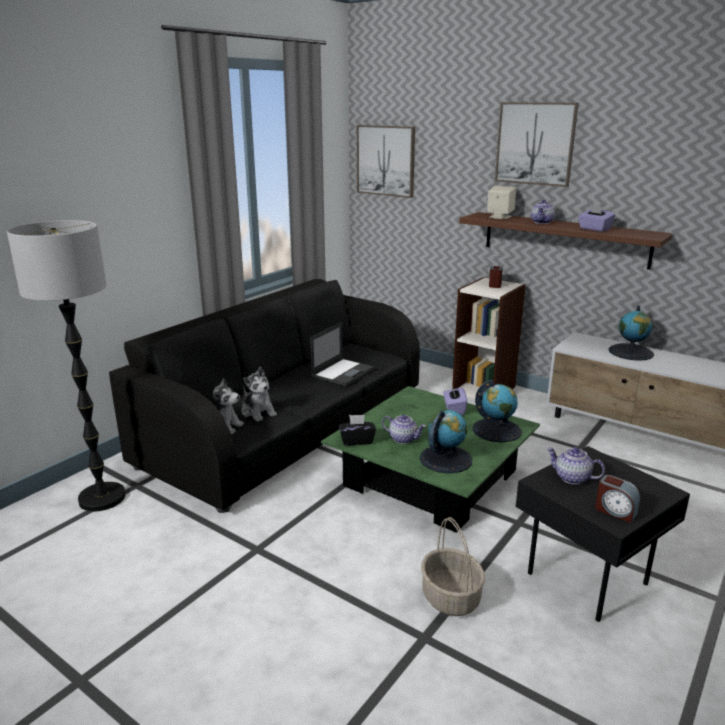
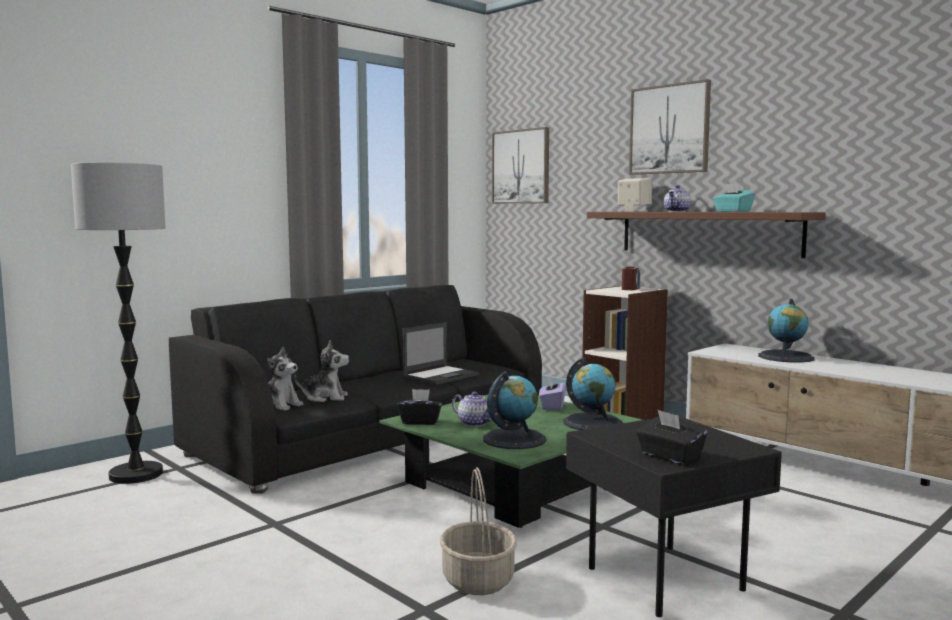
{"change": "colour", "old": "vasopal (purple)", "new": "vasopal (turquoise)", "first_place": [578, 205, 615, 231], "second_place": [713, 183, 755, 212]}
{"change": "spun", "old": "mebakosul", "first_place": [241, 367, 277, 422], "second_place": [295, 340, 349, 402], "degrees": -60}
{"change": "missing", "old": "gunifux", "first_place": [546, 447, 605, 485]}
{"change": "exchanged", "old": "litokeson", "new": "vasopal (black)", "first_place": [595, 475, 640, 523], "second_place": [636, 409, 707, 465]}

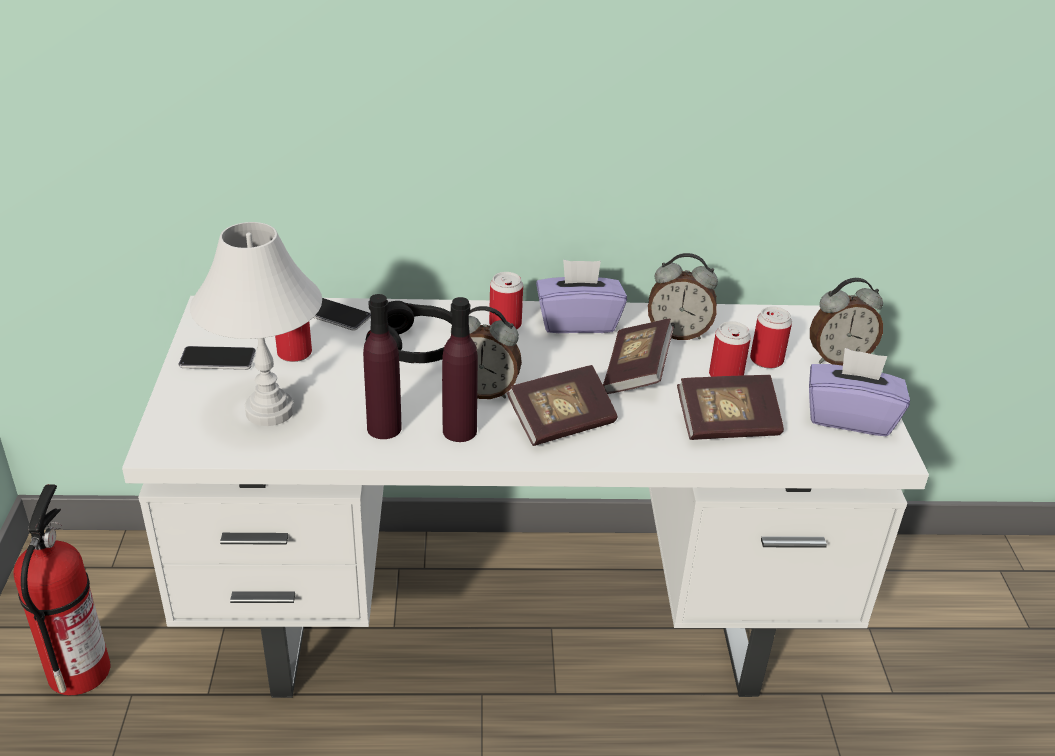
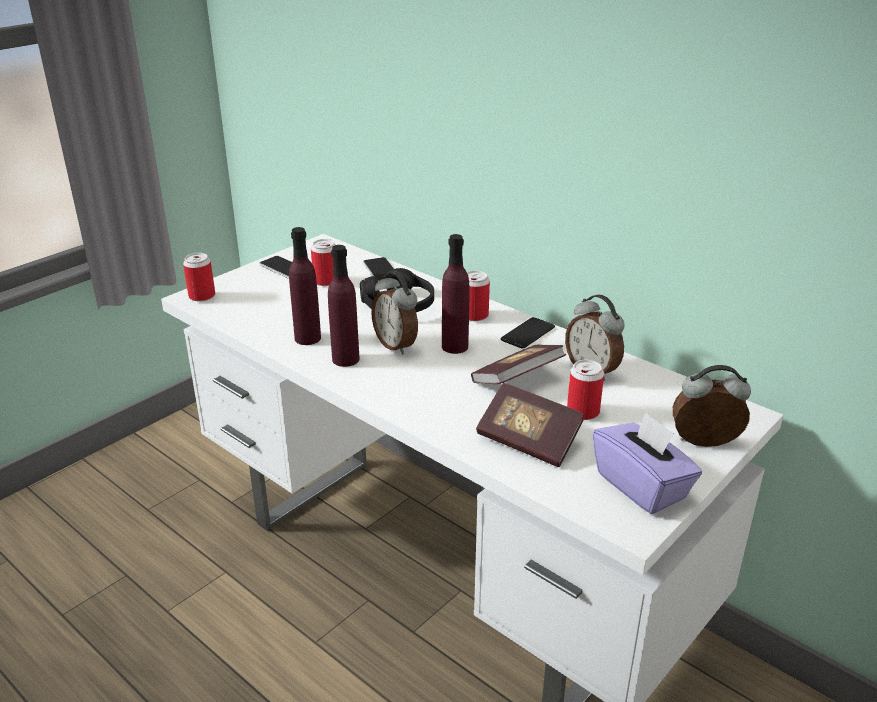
{"change": "missing", "old": "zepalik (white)", "first_place": [190, 222, 322, 426]}
{"change": "exchanged", "old": "vasopal (purple)", "new": "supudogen", "first_place": [536, 260, 627, 333], "second_place": [501, 317, 555, 348]}
{"change": "spun", "old": "litokeson", "first_place": [810, 278, 883, 365], "second_place": [673, 365, 751, 447], "degrees": 150}
{"change": "relocated", "old": "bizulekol", "first_place": [750, 306, 792, 369], "second_place": [183, 253, 215, 302]}
{"change": "missing", "old": "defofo", "first_place": [507, 365, 618, 446]}
{"change": "missing", "old": "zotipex", "first_place": [14, 484, 110, 695]}
{"change": "appeared", "new": "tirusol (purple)", "second_place": [442, 234, 469, 354]}

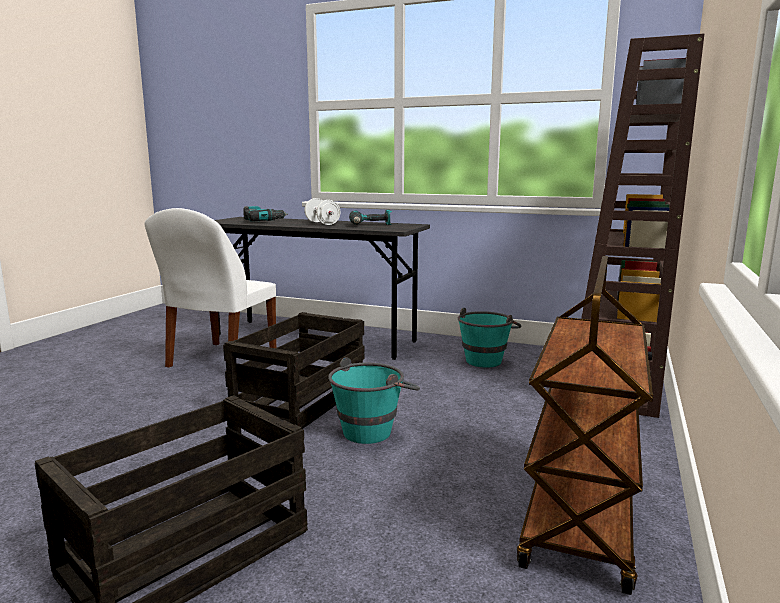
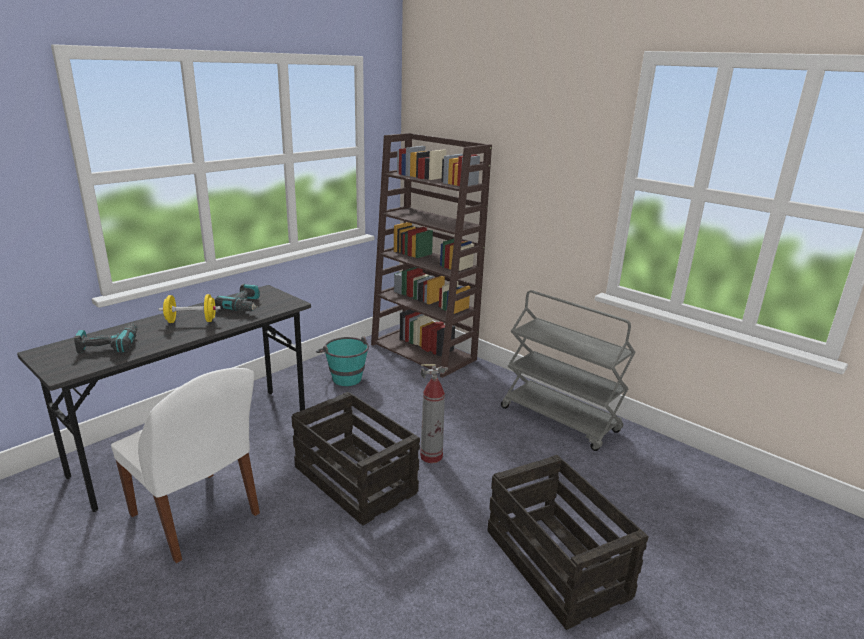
{"change": "colour", "old": "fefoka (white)", "new": "fefoka (yellow)", "first_place": [305, 198, 340, 225], "second_place": [158, 294, 221, 323]}
{"change": "colour", "old": "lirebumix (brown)", "new": "lirebumix (grey)", "first_place": [517, 256, 653, 595], "second_place": [501, 290, 635, 451]}
{"change": "exchanged", "old": "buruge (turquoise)", "new": "zotipex", "first_place": [328, 357, 420, 444], "second_place": [420, 364, 448, 463]}

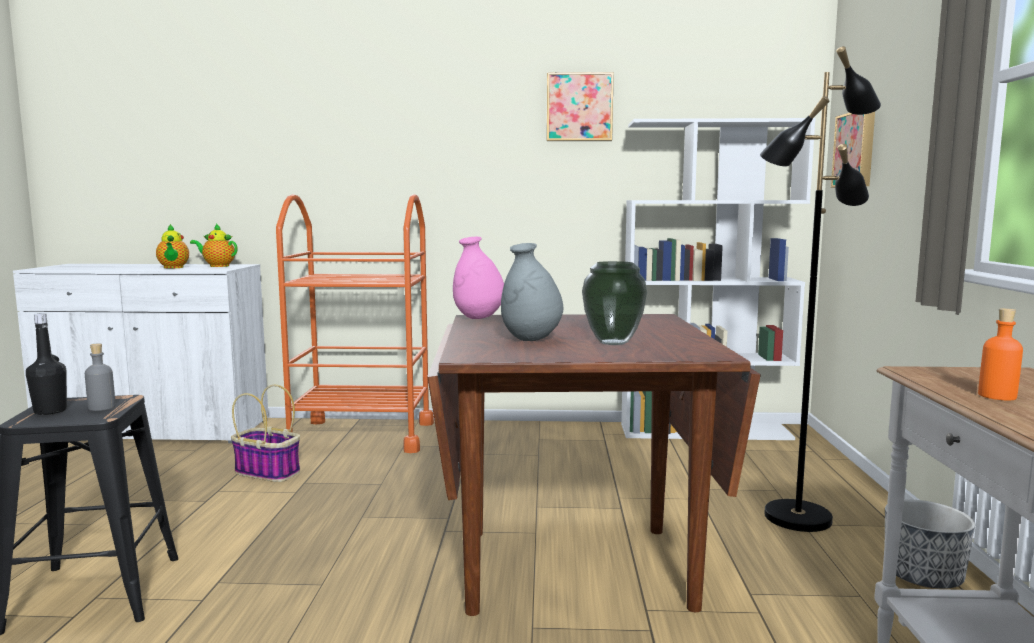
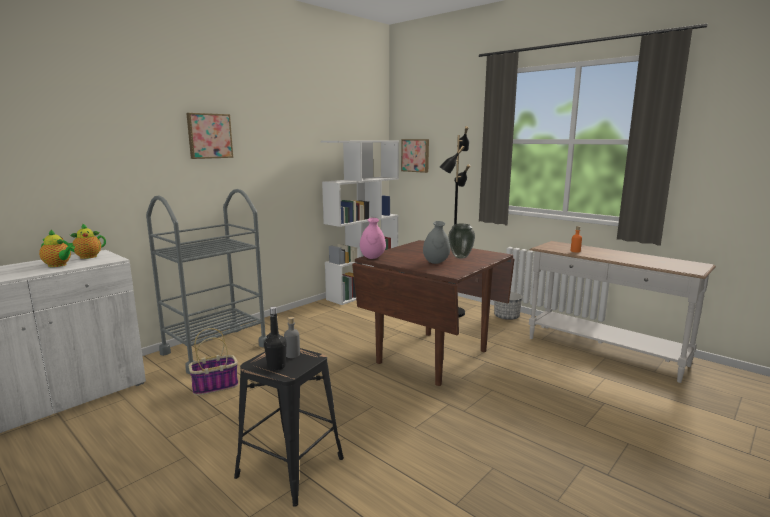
{"change": "relocated", "old": "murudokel", "first_place": [547, 72, 614, 141], "second_place": [186, 113, 233, 159]}
{"change": "colour", "old": "lirebumix (orange)", "new": "lirebumix (grey)", "first_place": [276, 194, 434, 453], "second_place": [146, 189, 267, 374]}

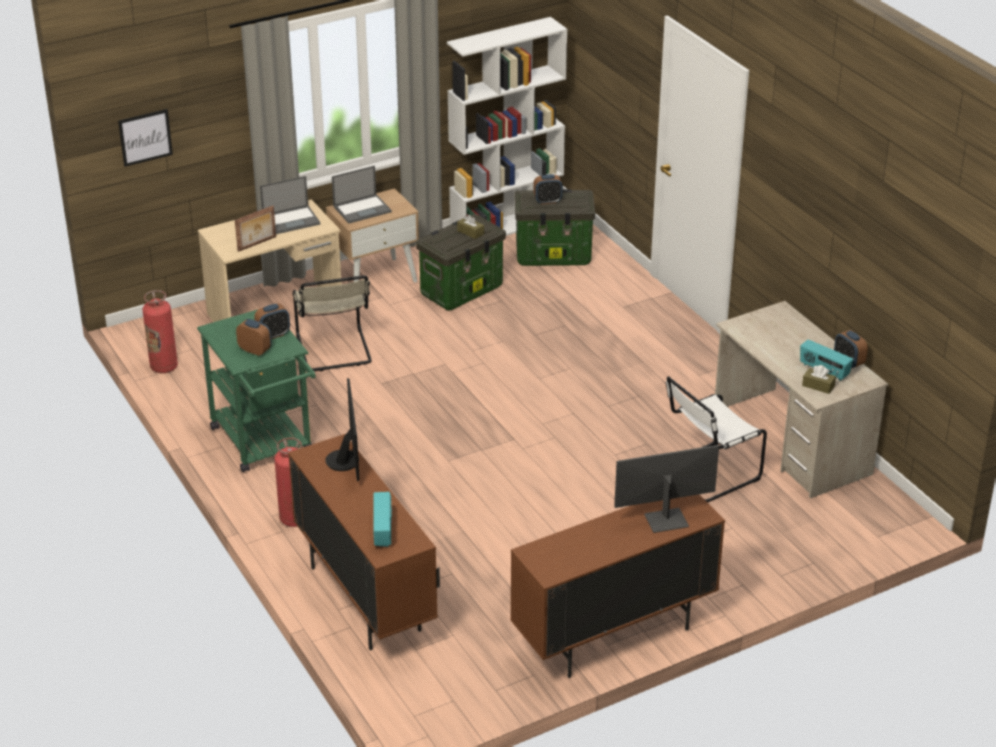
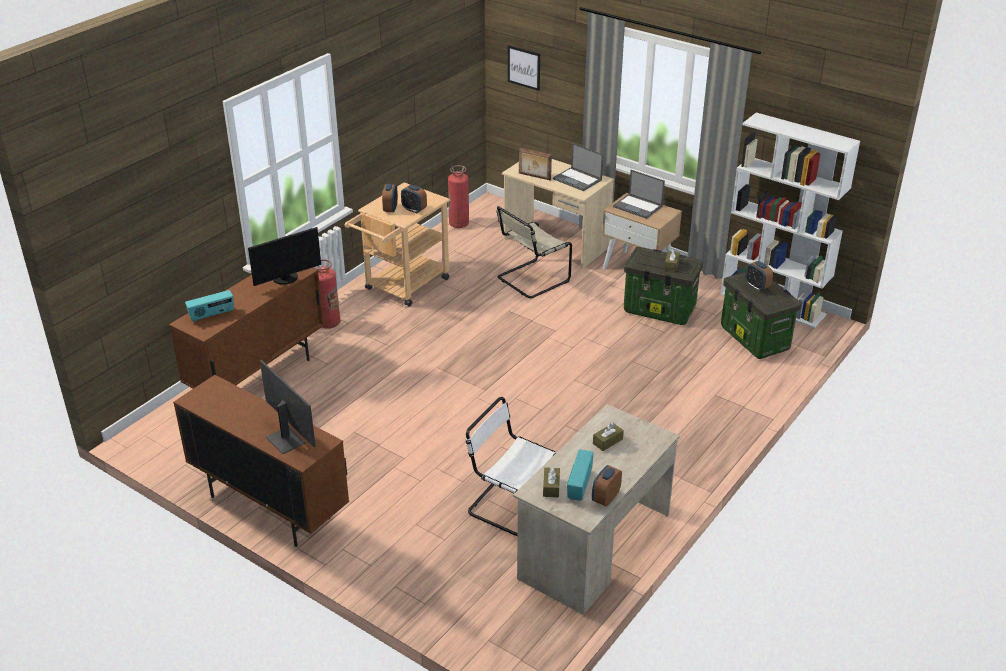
{"change": "colour", "old": "lirebumix (green)", "new": "lirebumix (beige)", "first_place": [197, 309, 316, 472], "second_place": [345, 182, 450, 307]}
{"change": "appeared", "new": "vasopal (brown)", "second_place": [593, 423, 624, 451]}

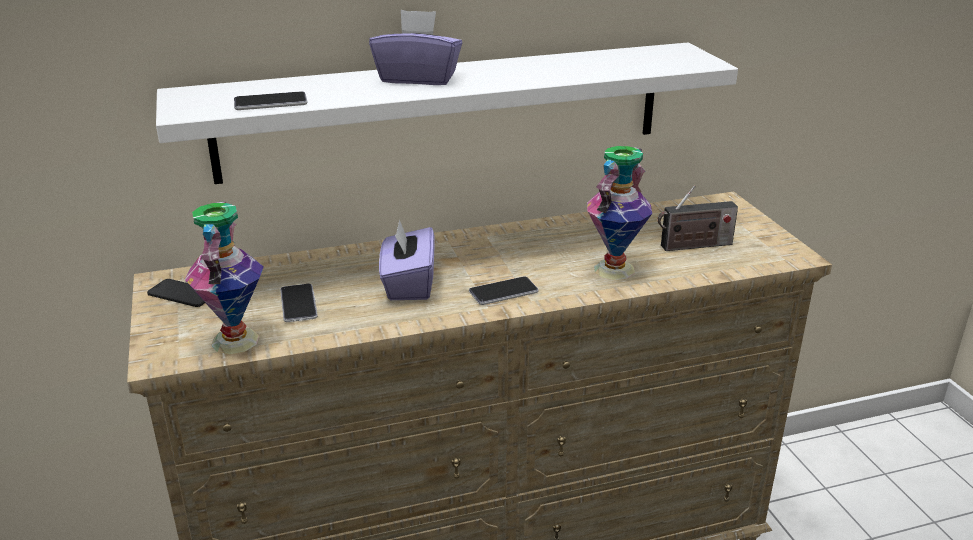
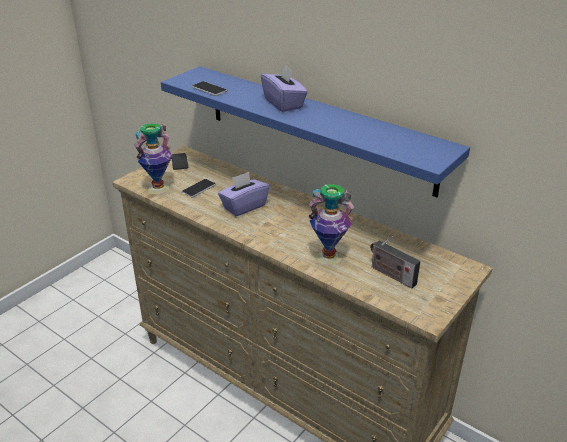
{"change": "colour", "old": "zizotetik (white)", "new": "zizotetik (blue)", "first_place": [156, 43, 738, 184], "second_place": [161, 66, 470, 197]}
{"change": "missing", "old": "supudogen", "first_place": [469, 276, 538, 305]}

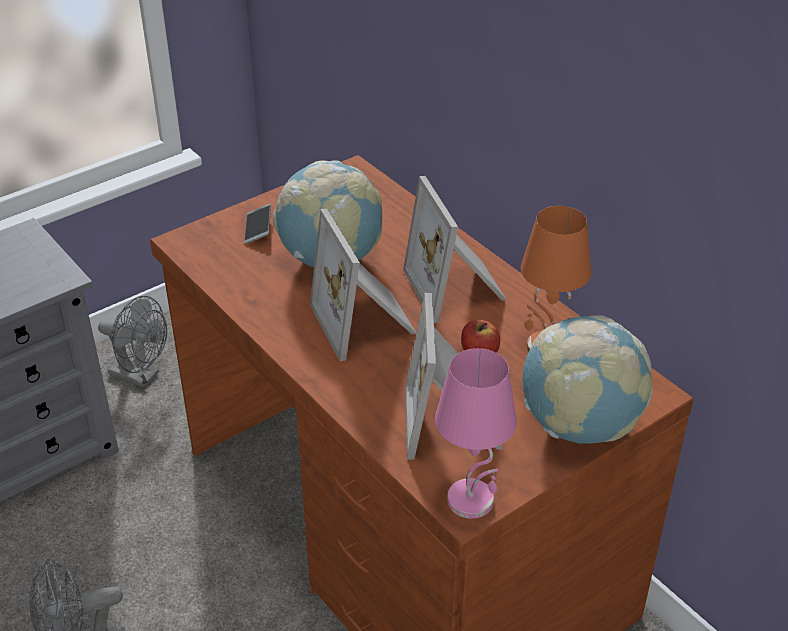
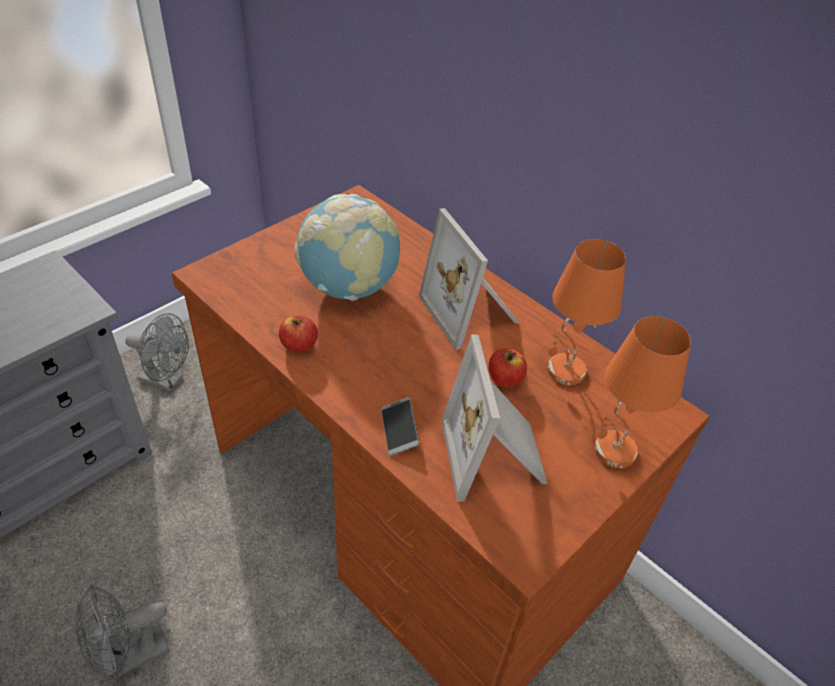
{"change": "relocated", "old": "supudogen", "first_place": [244, 204, 271, 244], "second_place": [381, 397, 419, 456]}
{"change": "missing", "old": "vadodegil", "first_place": [310, 209, 416, 362]}
{"change": "exchanged", "old": "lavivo", "new": "zepalik (orange)", "first_place": [522, 316, 653, 444], "second_place": [594, 316, 691, 468]}
{"change": "missing", "old": "zepalik (pink)", "first_place": [435, 348, 517, 519]}
{"change": "appeared", "new": "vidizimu", "second_place": [279, 315, 318, 352]}

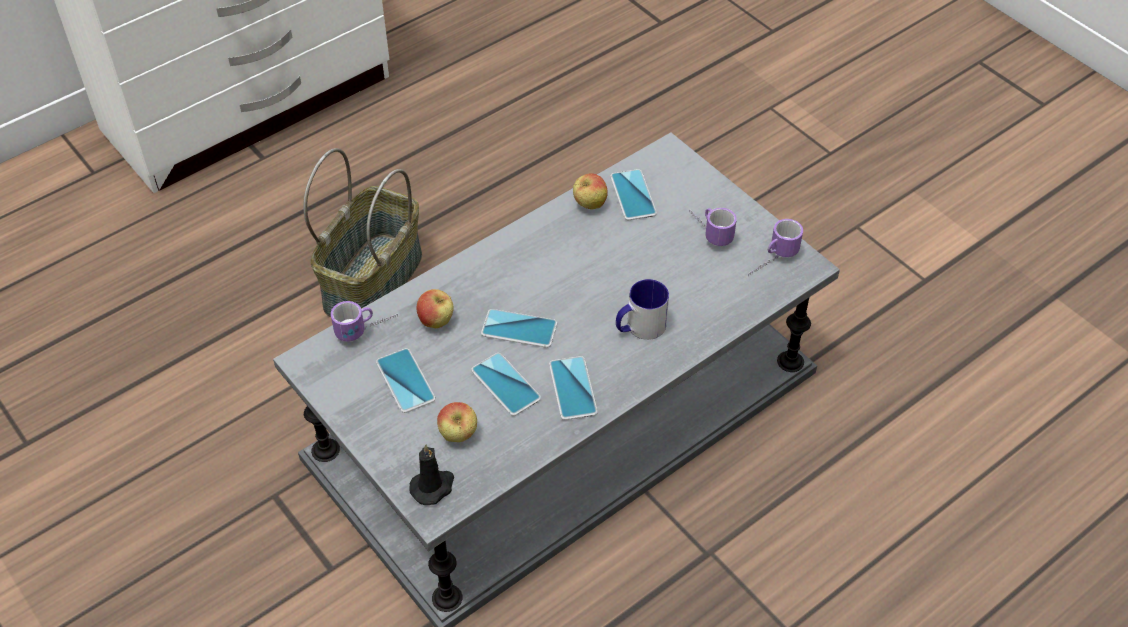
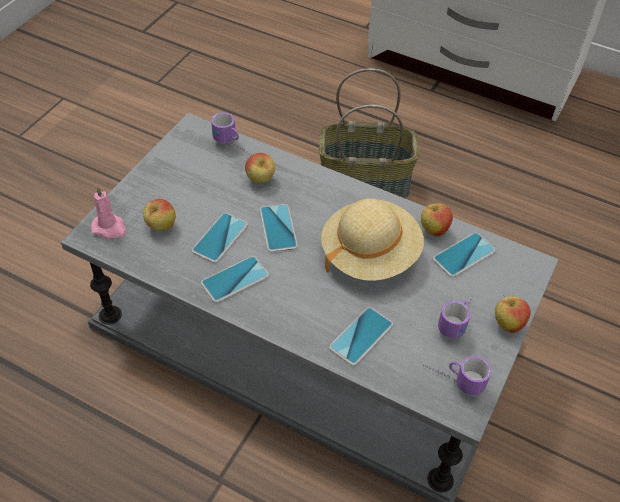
{"change": "missing", "old": "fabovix", "first_place": [616, 279, 669, 340]}
{"change": "relocated", "old": "supudogen", "first_place": [376, 348, 436, 413], "second_place": [329, 307, 393, 366]}
{"change": "colour", "old": "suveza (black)", "new": "suveza (pink)", "first_place": [409, 444, 454, 505], "second_place": [91, 186, 126, 239]}
{"change": "appeared", "new": "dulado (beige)", "second_place": [321, 198, 424, 281]}
{"change": "appeared", "new": "vidizimu", "second_place": [495, 295, 531, 333]}

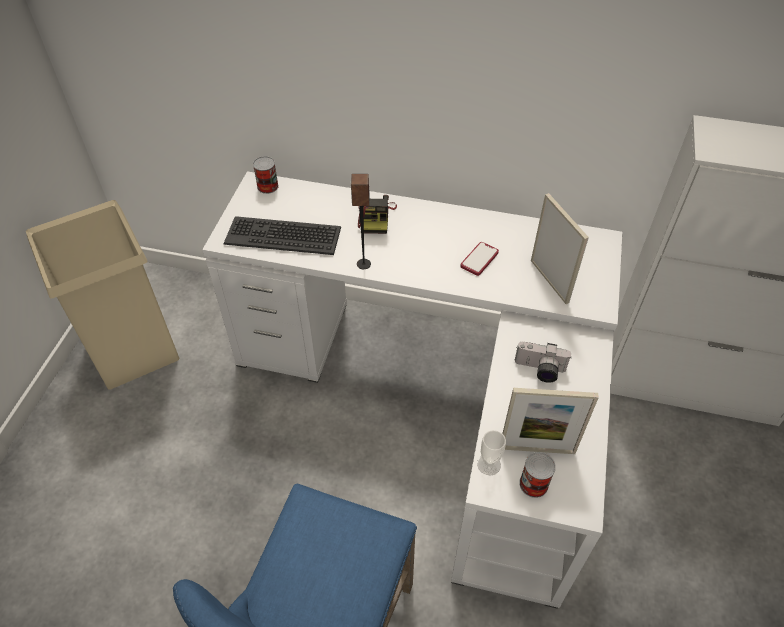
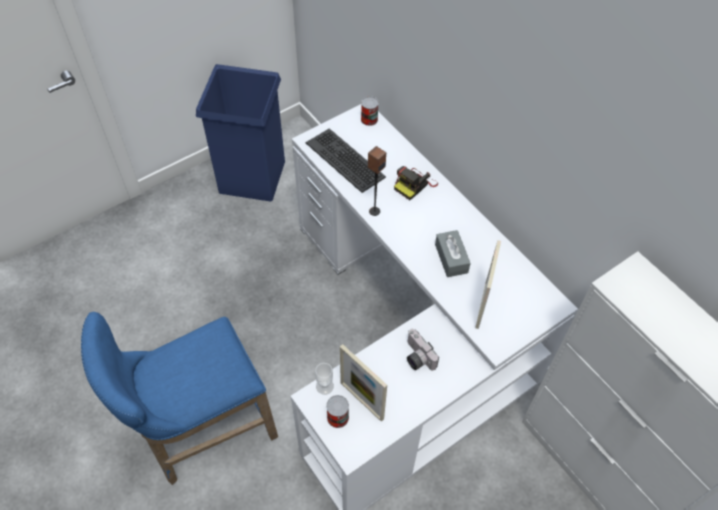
{"change": "colour", "old": "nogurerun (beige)", "new": "nogurerun (blue)", "first_place": [26, 200, 179, 390], "second_place": [196, 64, 285, 202]}
{"change": "exchanged", "old": "supudogen", "new": "vasopal (grey)", "first_place": [460, 242, 499, 276], "second_place": [435, 230, 471, 277]}

